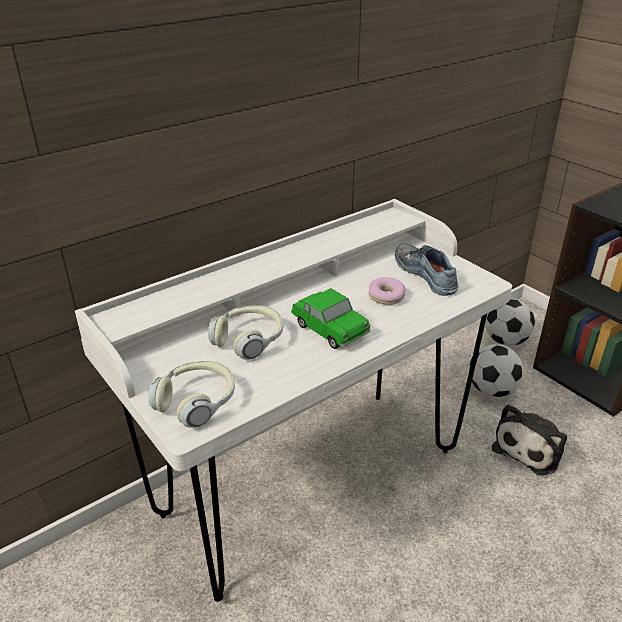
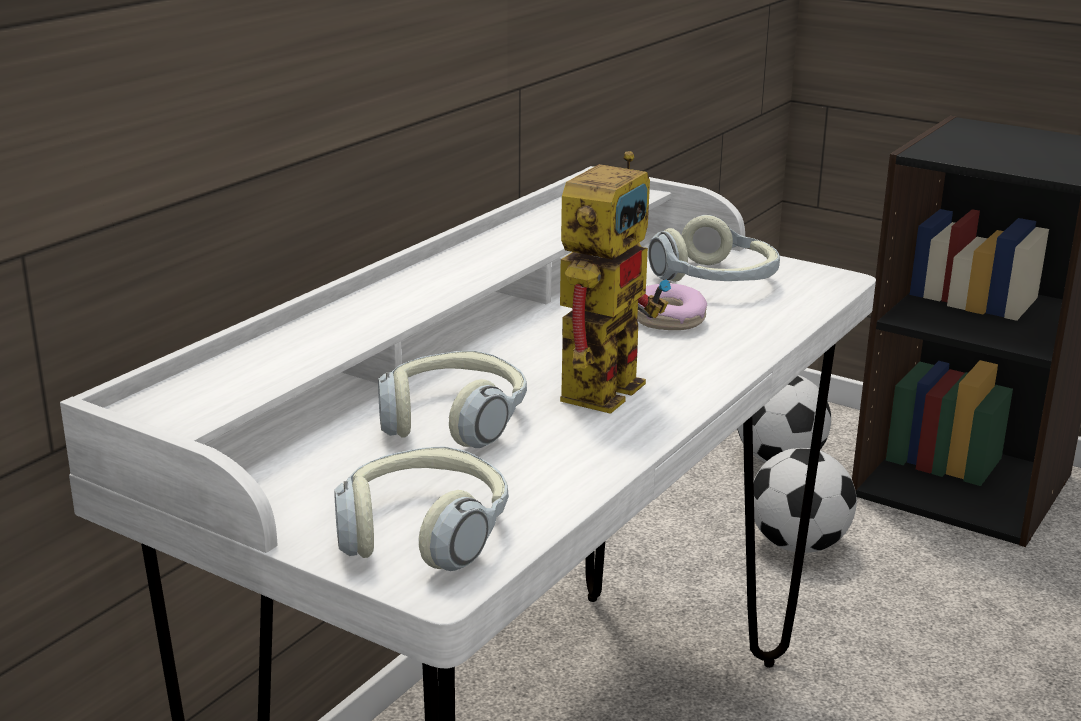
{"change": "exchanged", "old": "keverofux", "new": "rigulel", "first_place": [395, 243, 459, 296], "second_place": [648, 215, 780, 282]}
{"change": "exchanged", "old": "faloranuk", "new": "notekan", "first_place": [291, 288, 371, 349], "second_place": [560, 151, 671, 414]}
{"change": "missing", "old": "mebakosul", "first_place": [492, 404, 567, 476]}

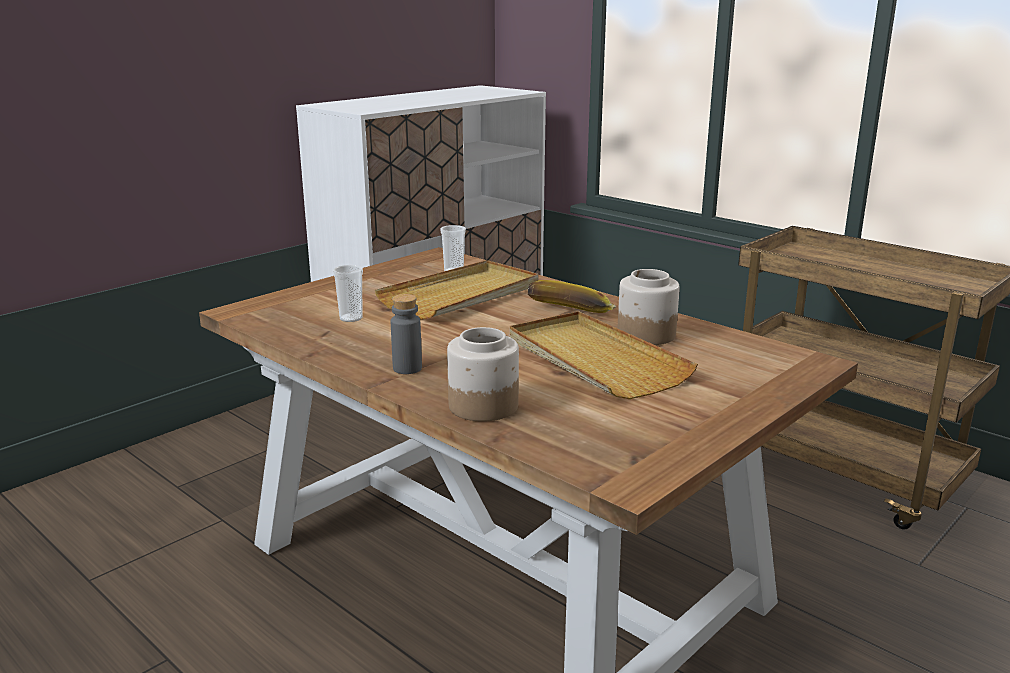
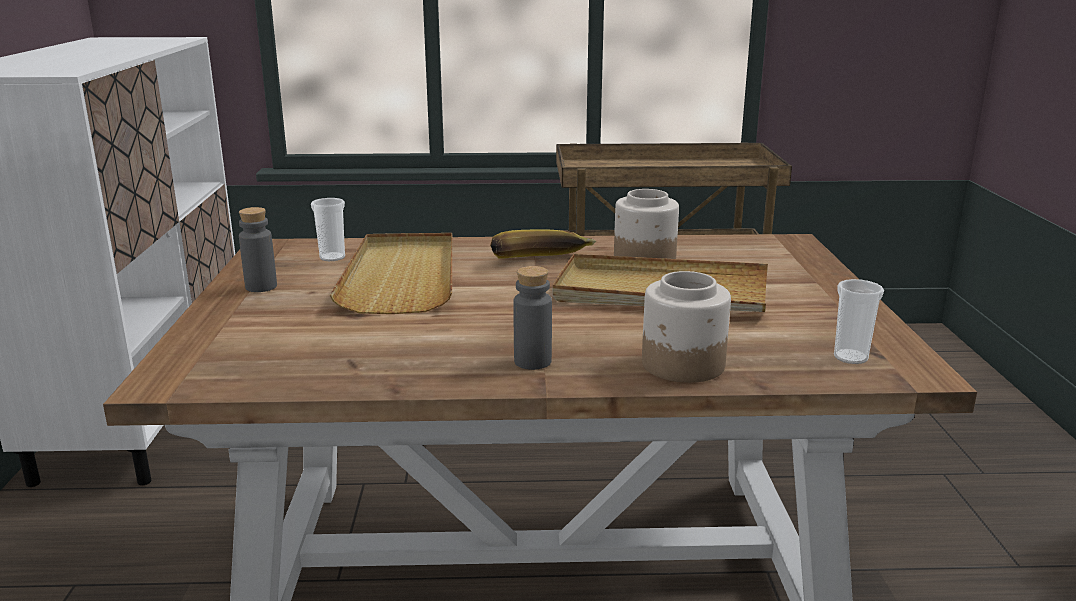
{"change": "relocated", "old": "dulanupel", "first_place": [333, 265, 363, 322], "second_place": [834, 279, 884, 364]}
{"change": "appeared", "new": "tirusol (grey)", "second_place": [239, 207, 277, 292]}

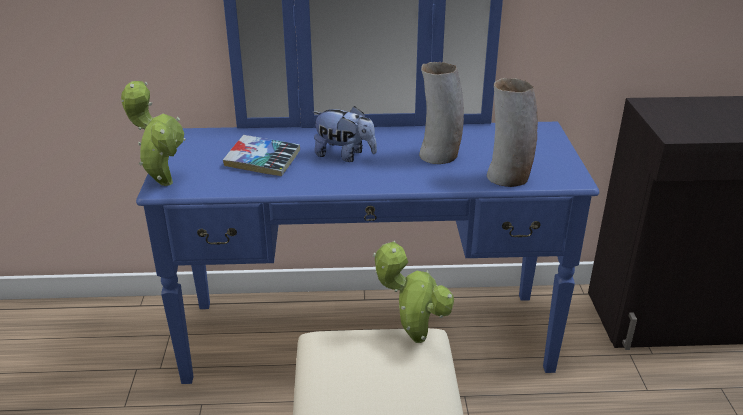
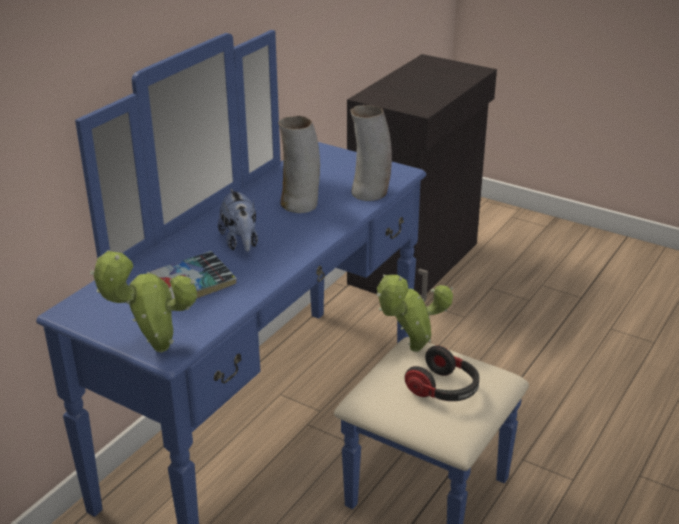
{"change": "spun", "old": "mebakosul", "first_place": [313, 106, 377, 162], "second_place": [218, 189, 258, 252], "degrees": 105}
{"change": "appeared", "new": "rigulel", "second_place": [405, 346, 479, 401]}

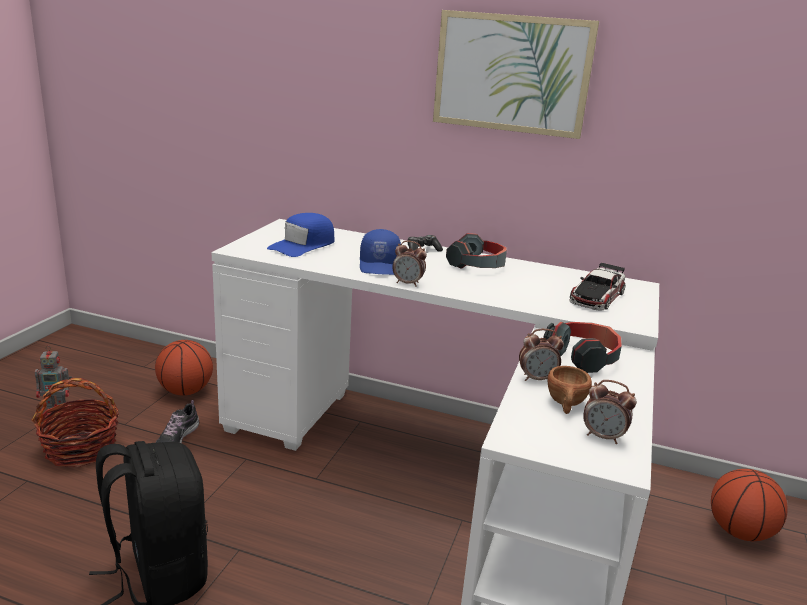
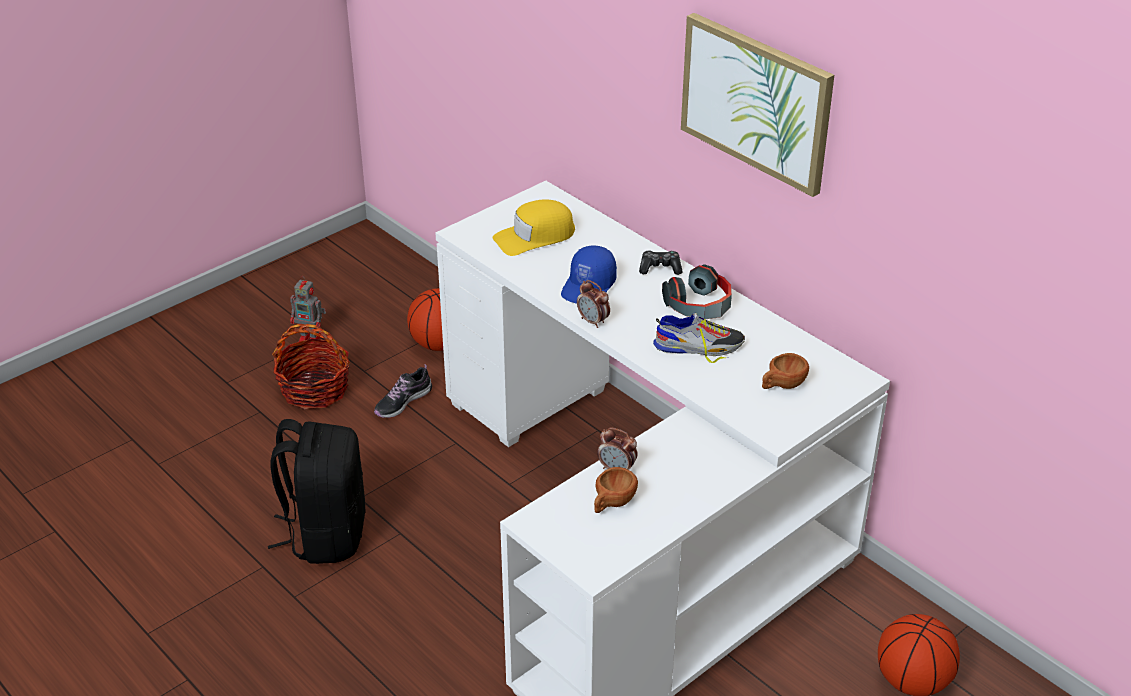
{"change": "colour", "old": "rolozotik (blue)", "new": "rolozotik (yellow)", "first_place": [267, 213, 335, 257], "second_place": [493, 200, 575, 256]}
{"change": "exchanged", "old": "faloranuk", "new": "dulanupel (brown)", "first_place": [569, 262, 626, 311], "second_place": [762, 353, 809, 389]}
{"change": "missing", "old": "rigulel", "first_place": [543, 321, 622, 373]}
{"change": "missing", "old": "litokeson", "first_place": [583, 380, 637, 444]}
{"change": "appeared", "new": "keverofux", "second_place": [653, 313, 745, 363]}

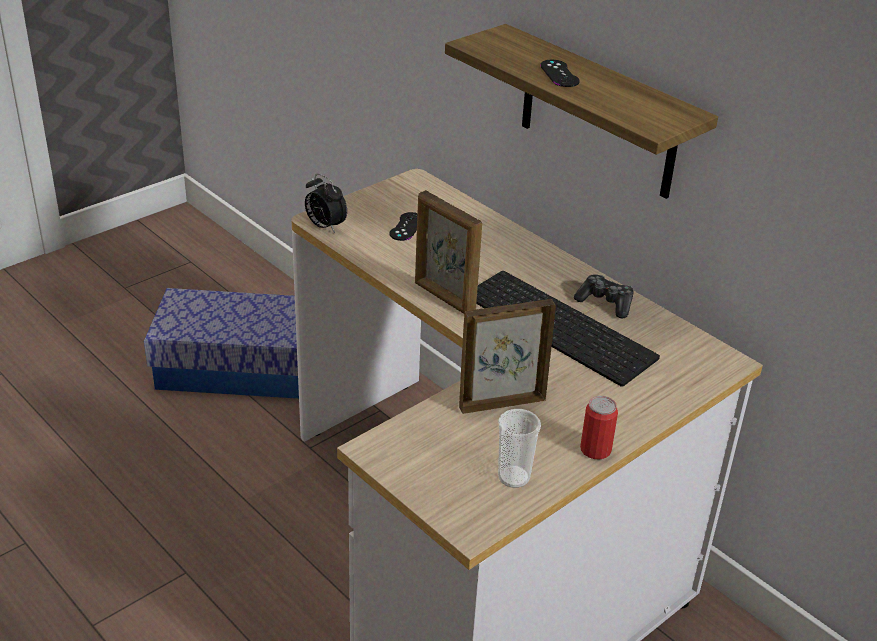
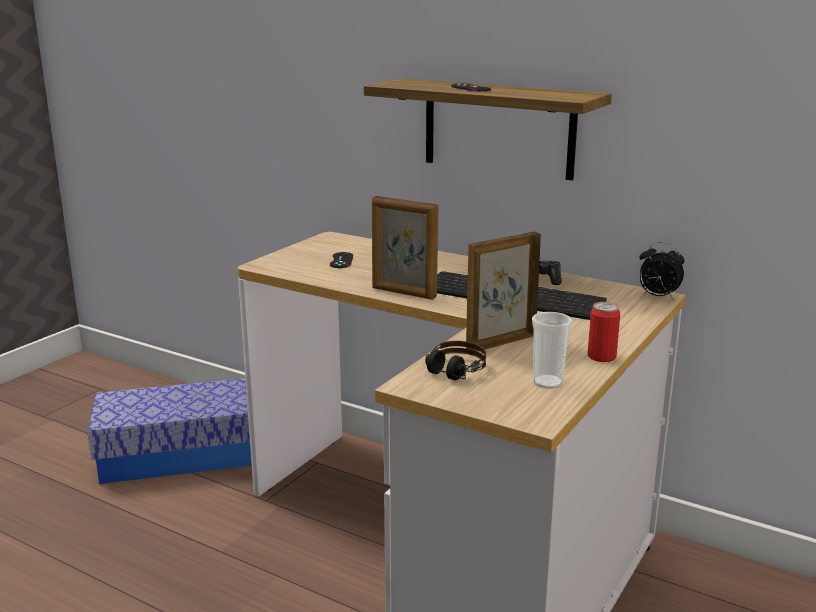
{"change": "relocated", "old": "litokeson", "first_place": [305, 174, 347, 233], "second_place": [640, 242, 685, 300]}
{"change": "appeared", "new": "rigulel", "second_place": [425, 341, 486, 380]}

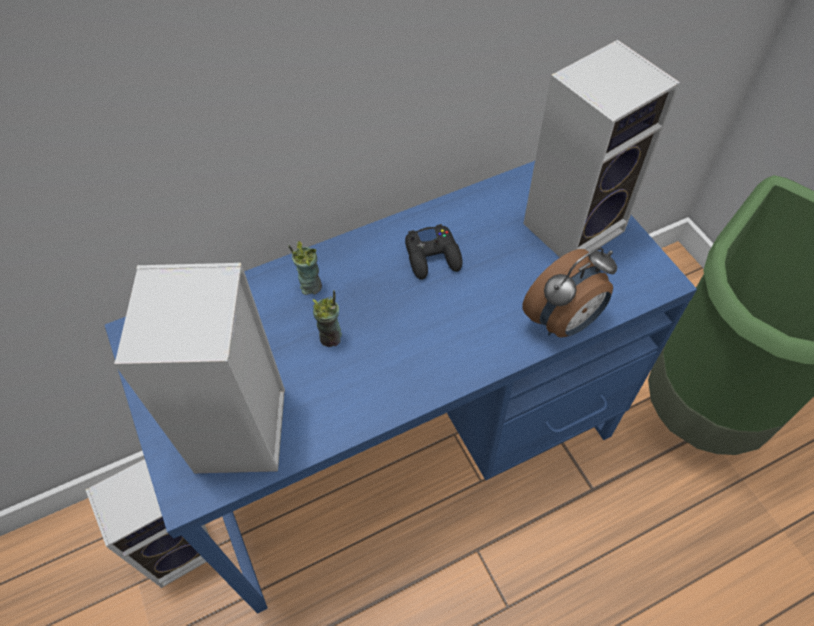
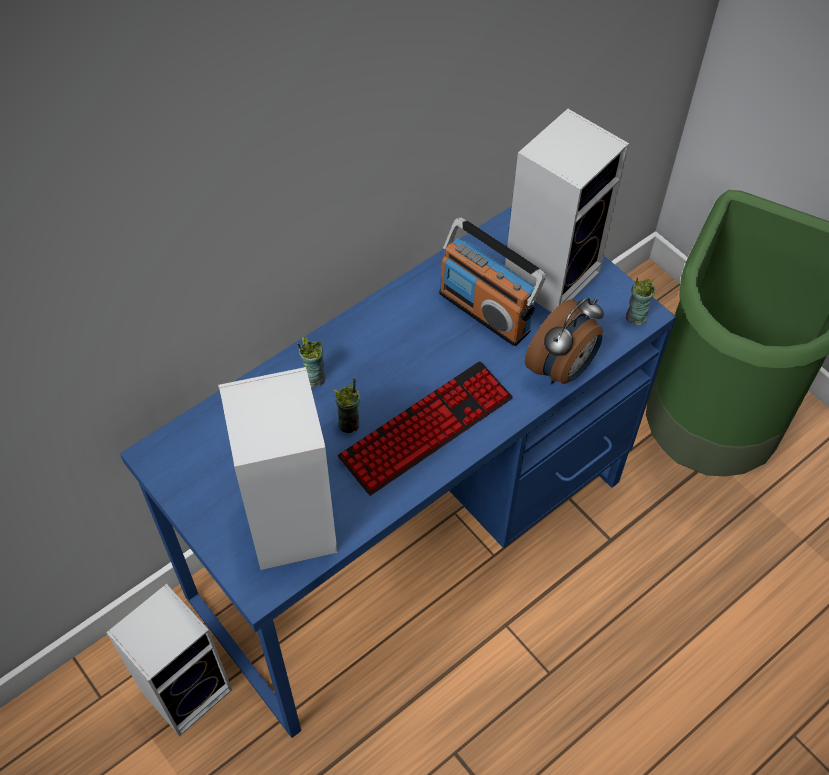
{"change": "missing", "old": "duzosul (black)", "first_place": [405, 224, 462, 280]}
{"change": "appeared", "new": "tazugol", "second_place": [439, 217, 546, 346]}
{"change": "appeared", "new": "dulanupel", "second_place": [626, 277, 655, 326]}
{"change": "appeared", "new": "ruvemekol", "second_place": [338, 361, 513, 496]}

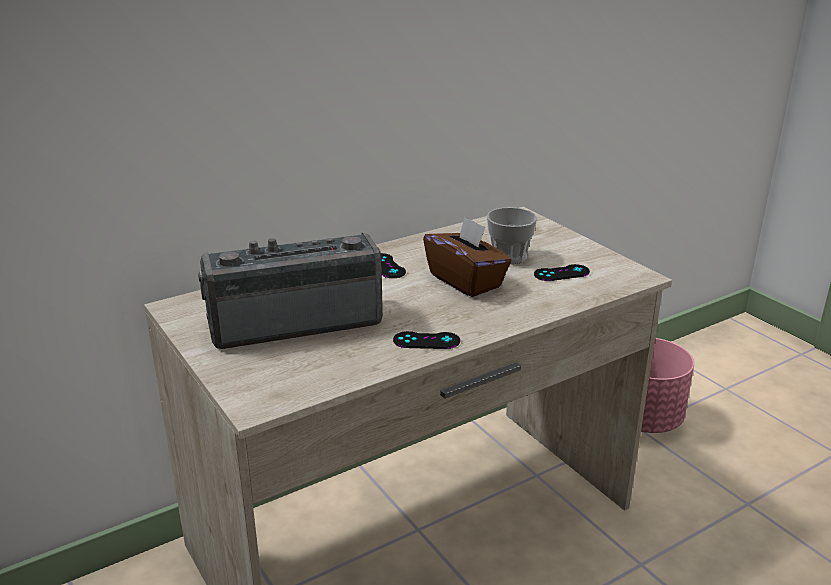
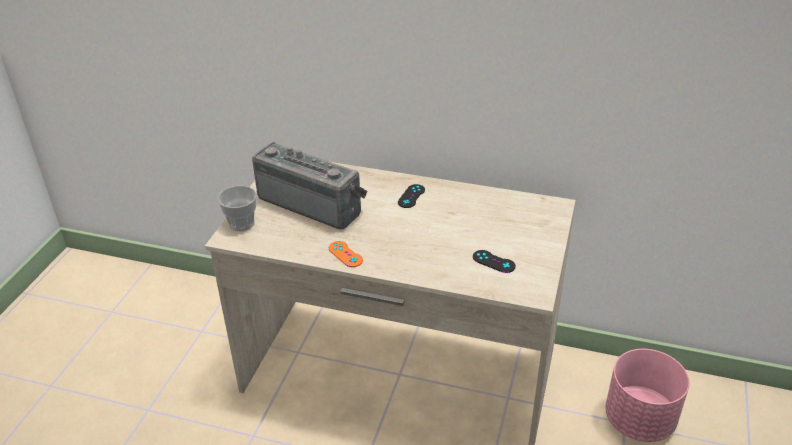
{"change": "relocated", "old": "dulanupel", "first_place": [486, 207, 537, 264], "second_place": [218, 185, 257, 231]}
{"change": "missing", "old": "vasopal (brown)", "first_place": [423, 216, 512, 297]}
{"change": "colour", "old": "duzosul (black)", "new": "duzosul (orange)", "first_place": [393, 331, 460, 349], "second_place": [329, 241, 363, 267]}

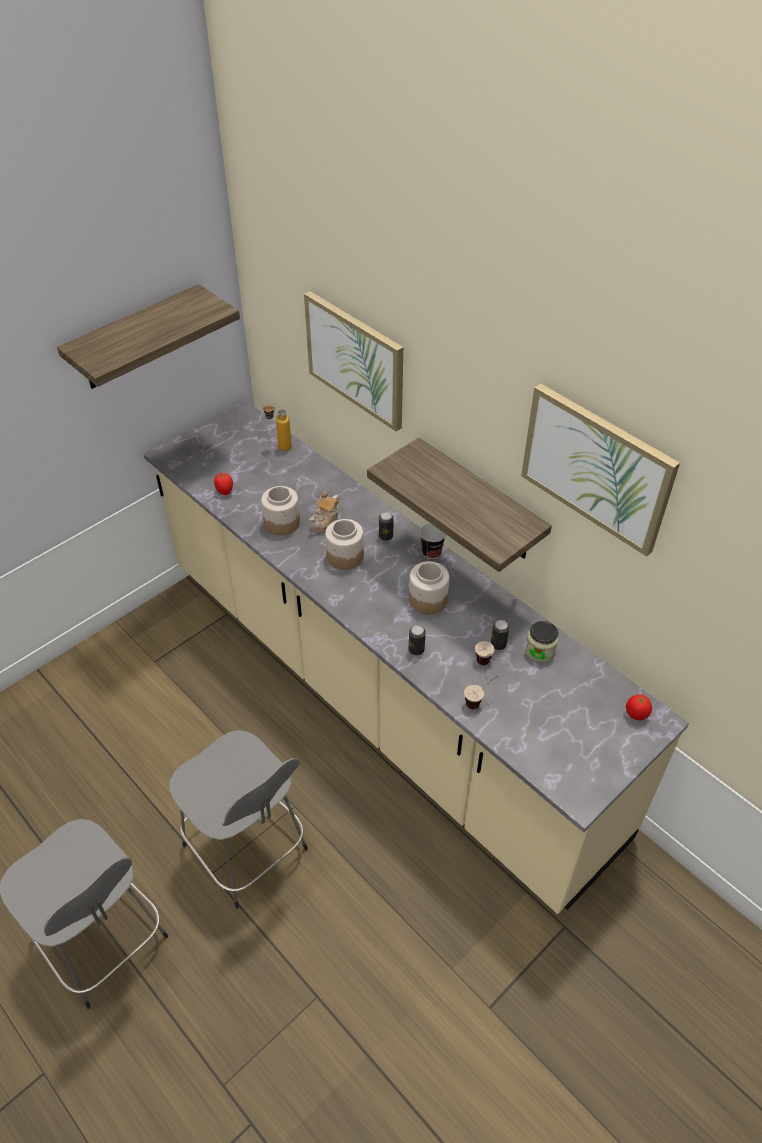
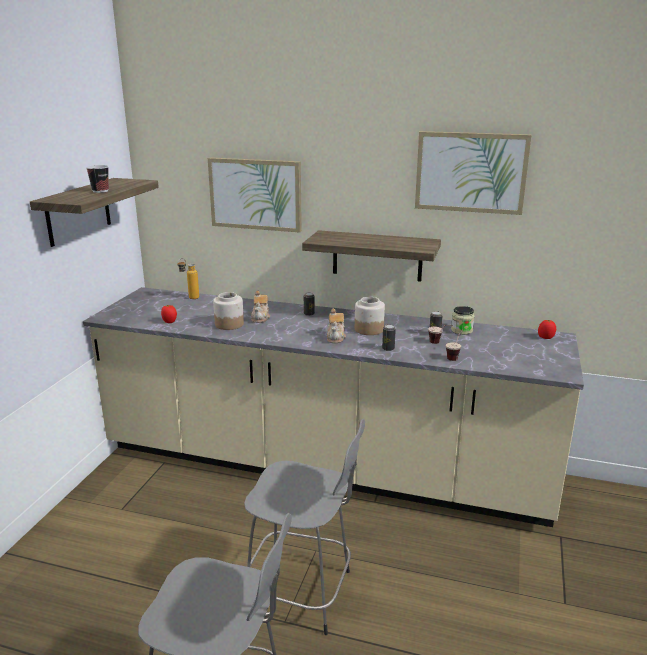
{"change": "missing", "old": "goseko", "first_place": [325, 519, 364, 570]}
{"change": "relocated", "old": "dulanupel", "first_place": [420, 523, 446, 559], "second_place": [86, 165, 109, 193]}
{"change": "appeared", "new": "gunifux", "second_place": [327, 308, 346, 343]}

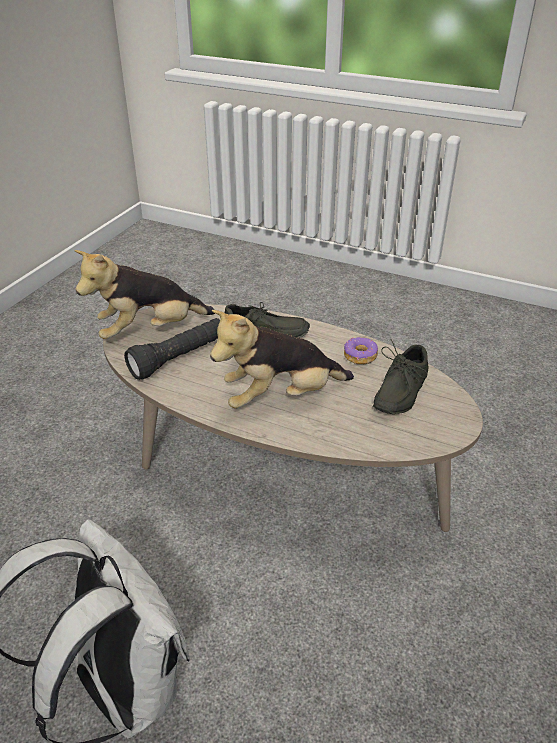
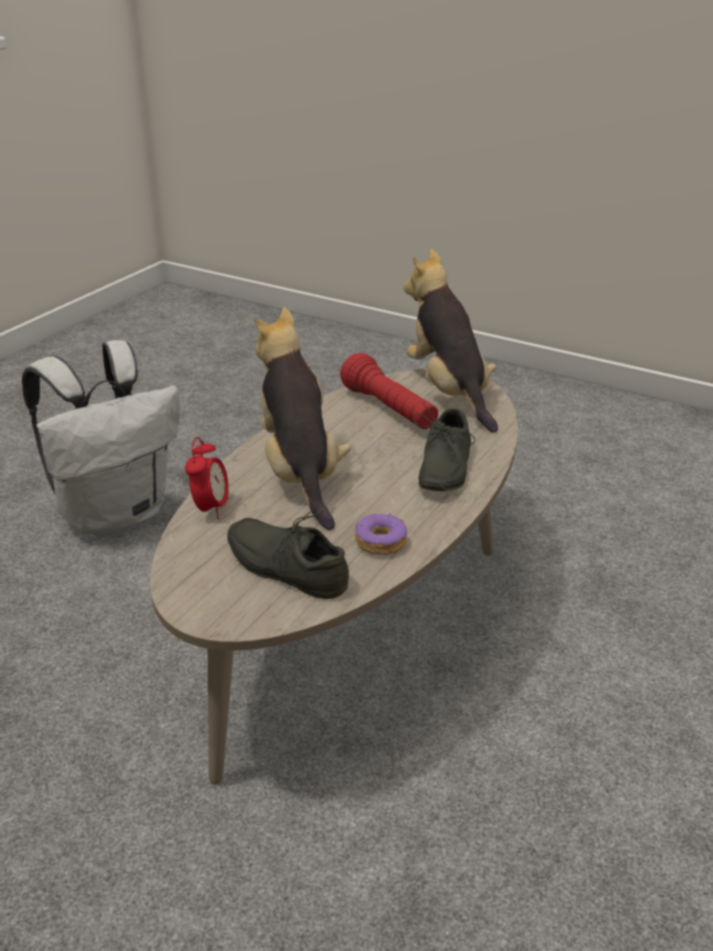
{"change": "colour", "old": "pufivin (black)", "new": "pufivin (red)", "first_place": [124, 318, 220, 380], "second_place": [340, 353, 438, 429]}
{"change": "appeared", "new": "litokeson", "second_place": [185, 437, 229, 519]}

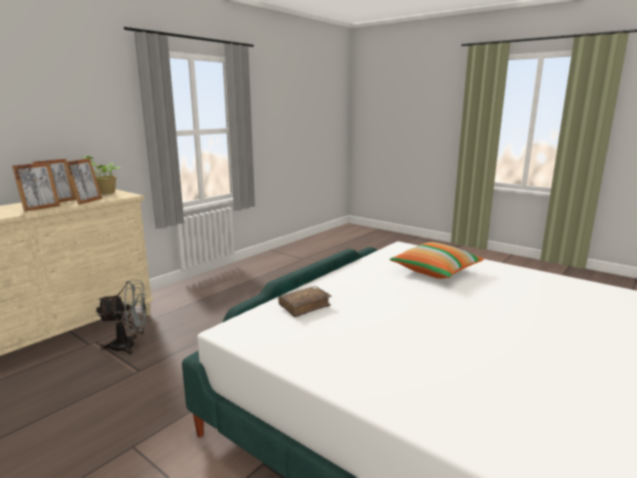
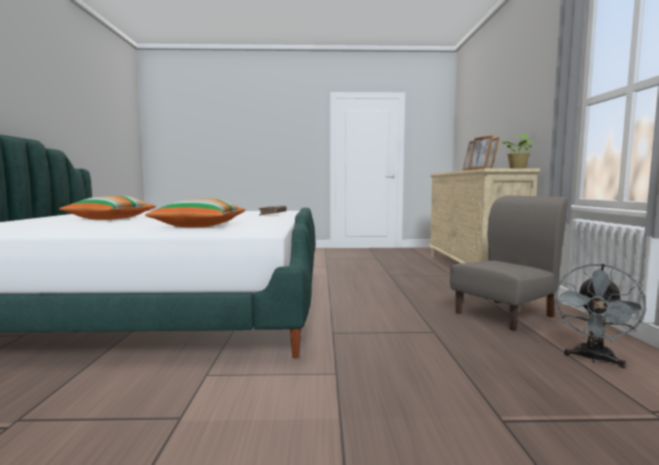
{"change": "relocated", "old": "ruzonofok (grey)", "first_place": [96, 280, 147, 355], "second_place": [554, 264, 647, 368]}
{"change": "appeared", "new": "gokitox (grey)", "second_place": [450, 195, 568, 331]}
{"change": "appeared", "new": "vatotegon", "second_place": [59, 196, 156, 220]}

